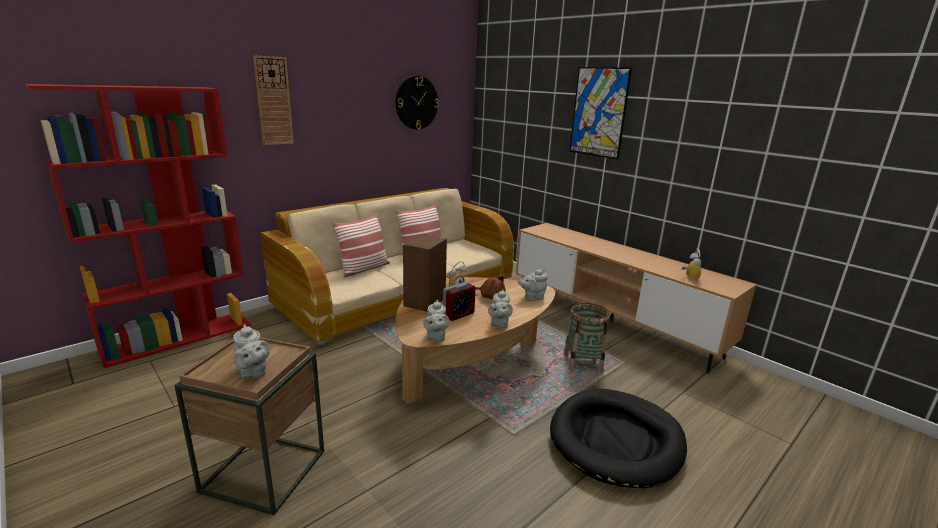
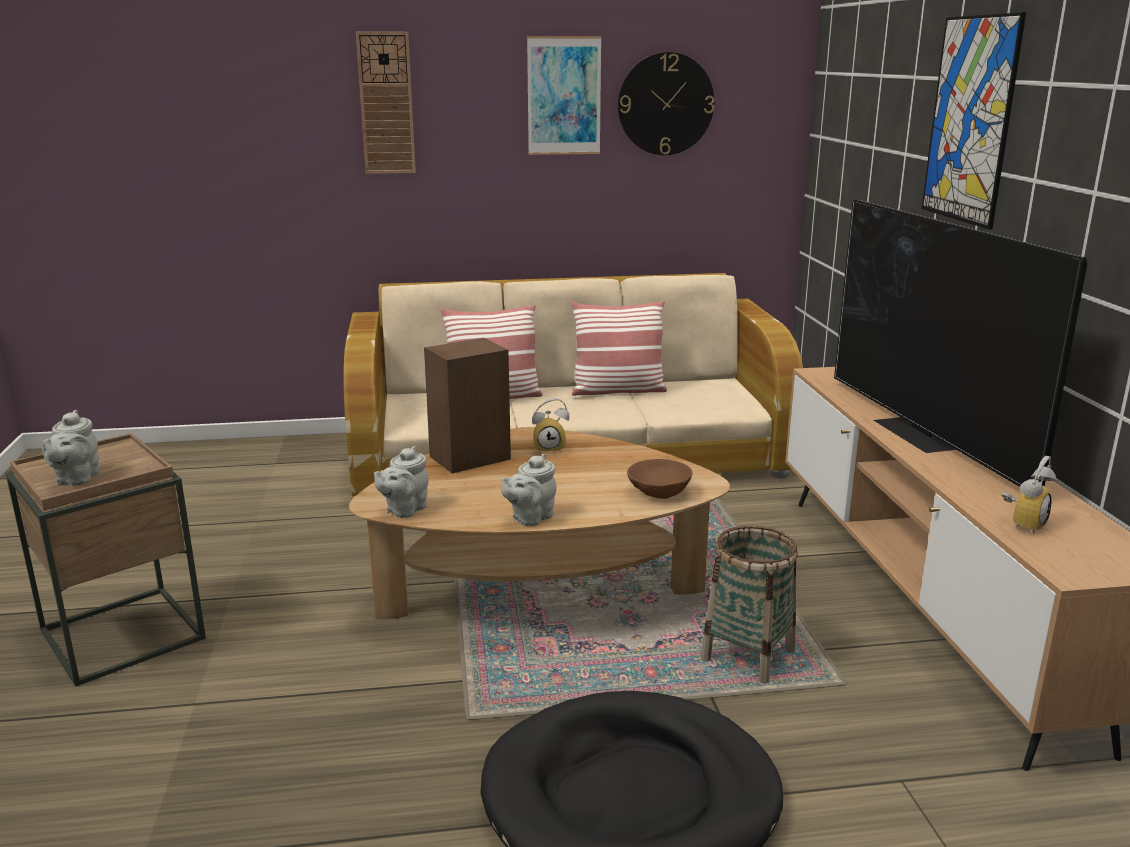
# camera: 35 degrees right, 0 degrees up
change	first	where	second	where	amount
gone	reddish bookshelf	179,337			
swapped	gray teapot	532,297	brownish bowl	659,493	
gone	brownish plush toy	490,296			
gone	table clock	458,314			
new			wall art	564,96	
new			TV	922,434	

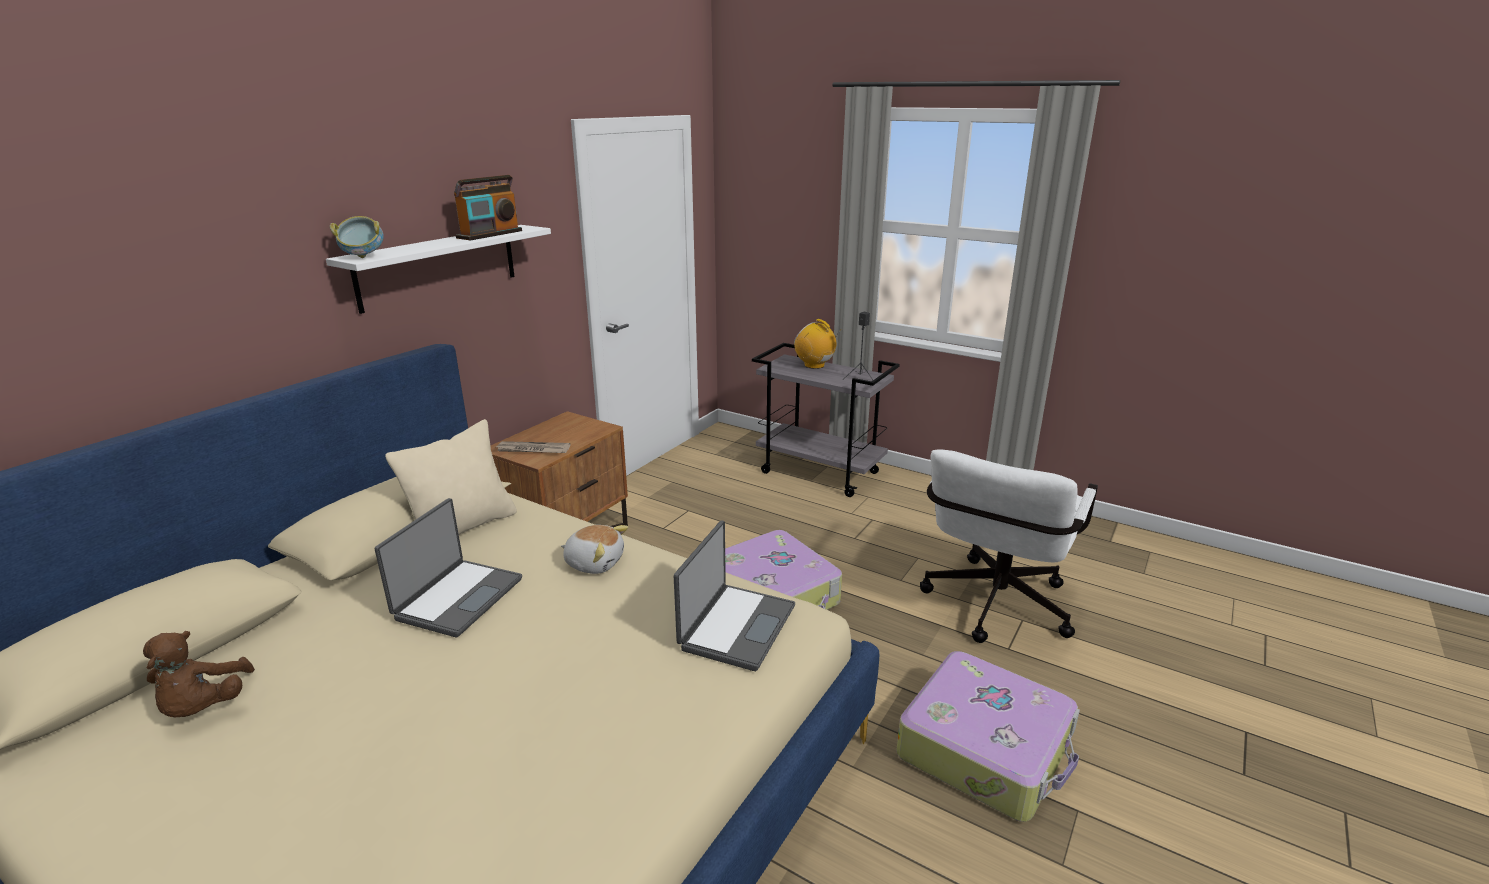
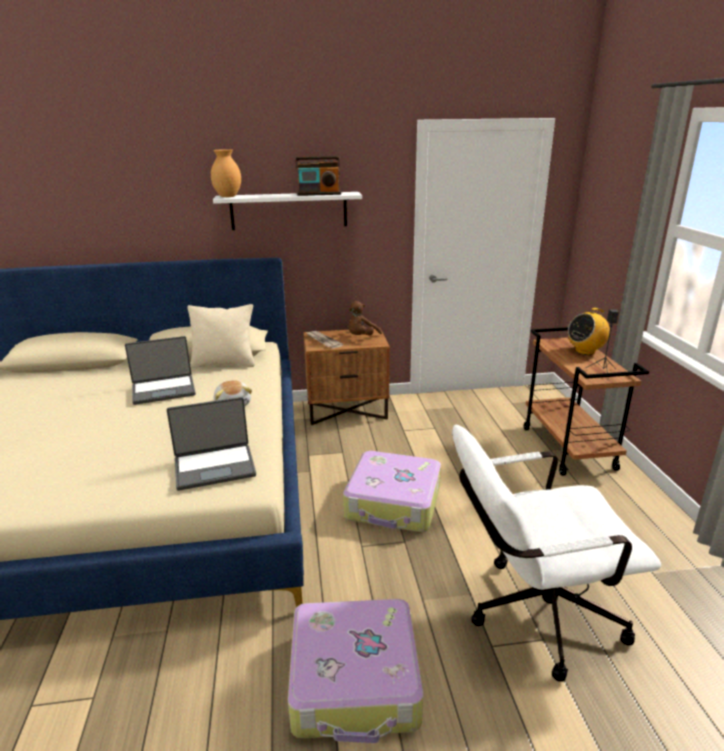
# camera: 50 degrees right, 0 degrees up
change	first	where	second	where	amount
swapped	bowl	363,257	brownish vase	227,196	
rotated	radio set	814,365		585,351	120 degrees counterclockwise
repainted	gray trolley	821,473	brownish trolley	569,449	
shifted	brownish plush toy	204,707		361,337	

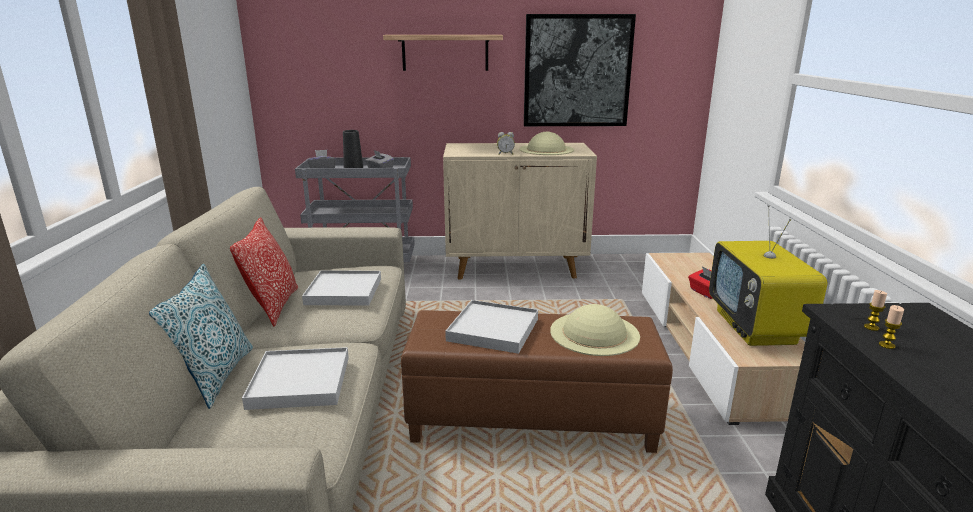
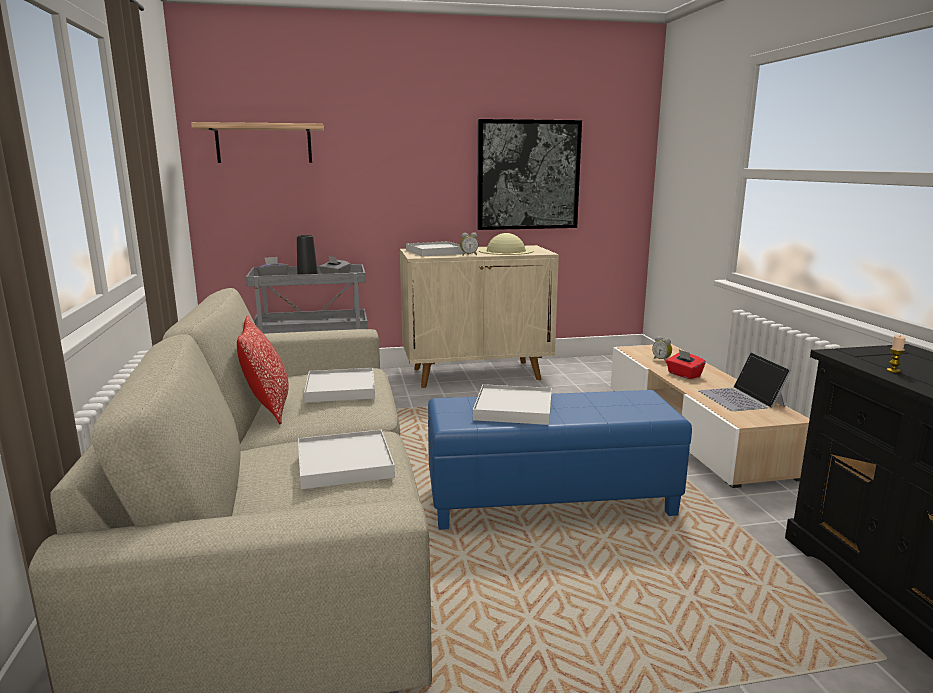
# camera: 10 degrees left, 5 degrees down
change	first	where	second	where	amount
shifted	bracket shelf	445,52		264,144	
swapped	TV	756,328	portable computer	741,398	
gone	cushion	216,376			
gone	candle	871,327			
gone	beige-coloured clothing hat	594,333			
repainted	brownish ottoman	532,420	blue-coloured ottoman	550,500	
new			whitish carrying tray	435,252	
new			table clock	662,360	

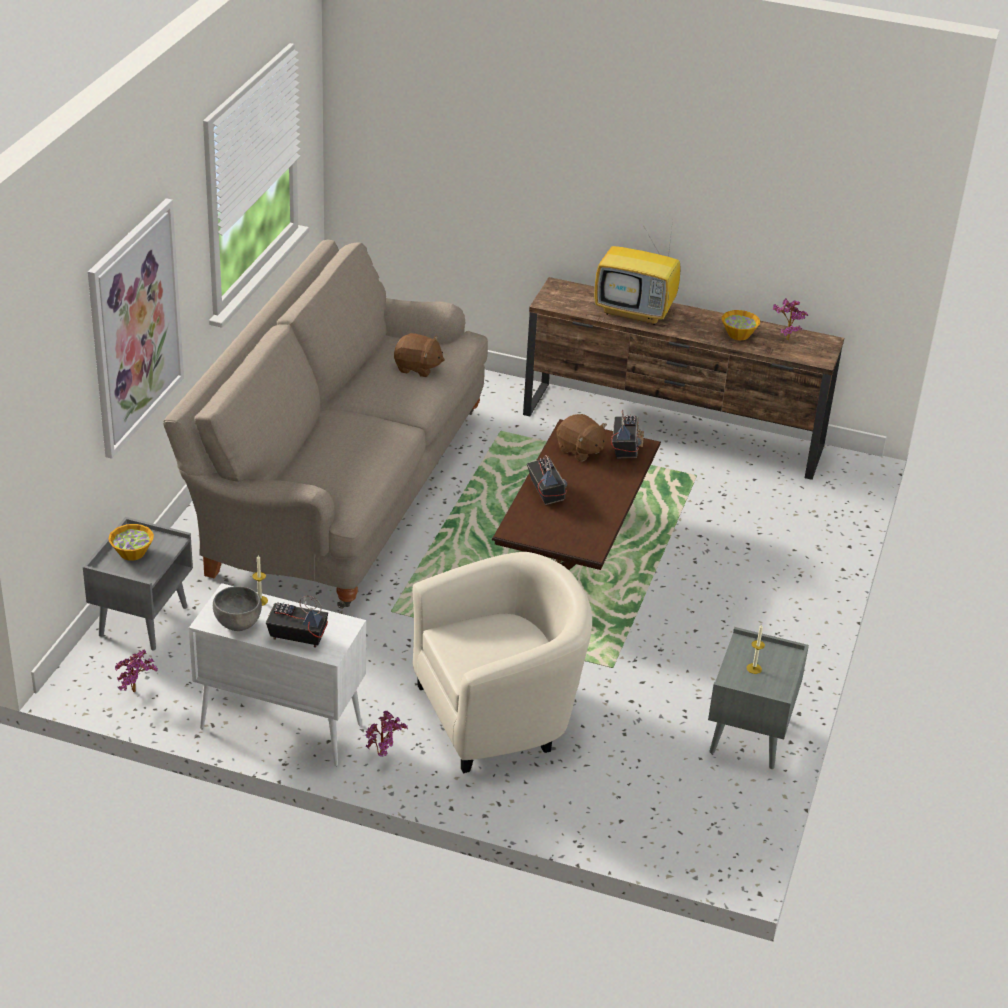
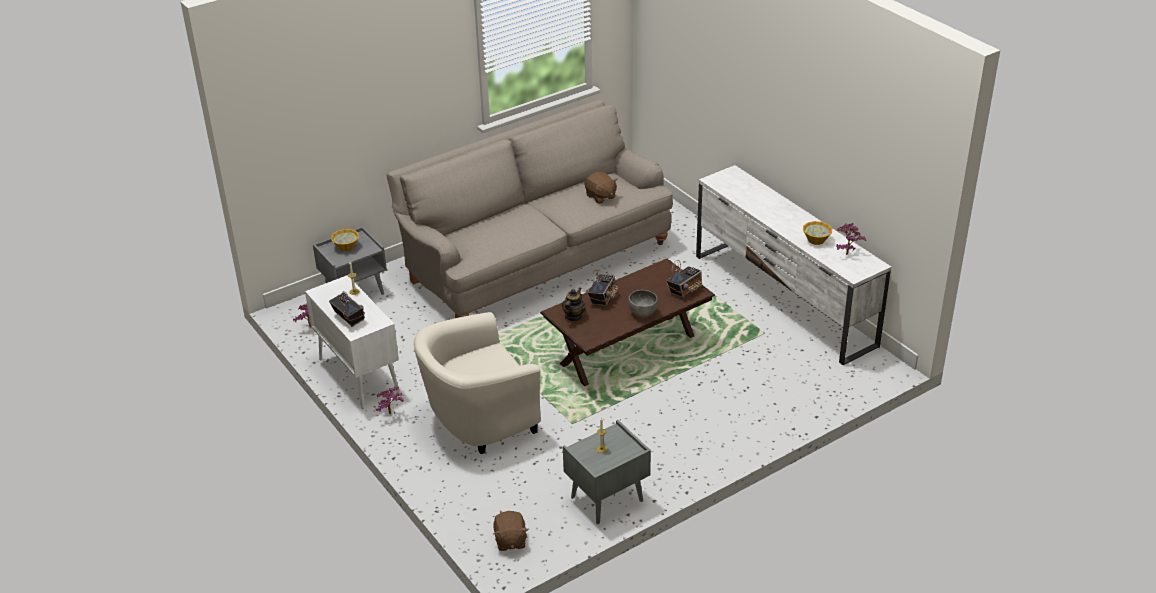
# camera: 40 degrees right, 0 degrees up
change	first	where	second	where	amount
gone	wall art	134,327			
gone	TV	636,312			
repainted	brownish media console	674,430	whitish media console	784,300	
shifted	brownish plush toy	580,450		510,541	
rotated	beige-coloured lounge chair	500,714		477,421	135 degrees clockwise
shifted	gray bowl	238,624		643,314	
new			teapot	573,316	

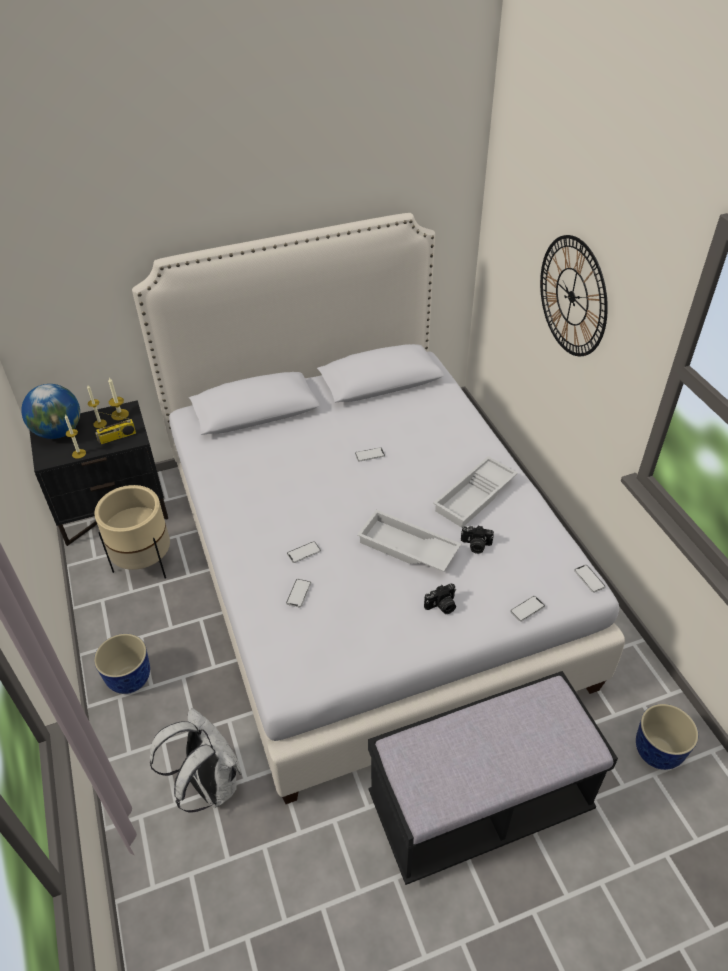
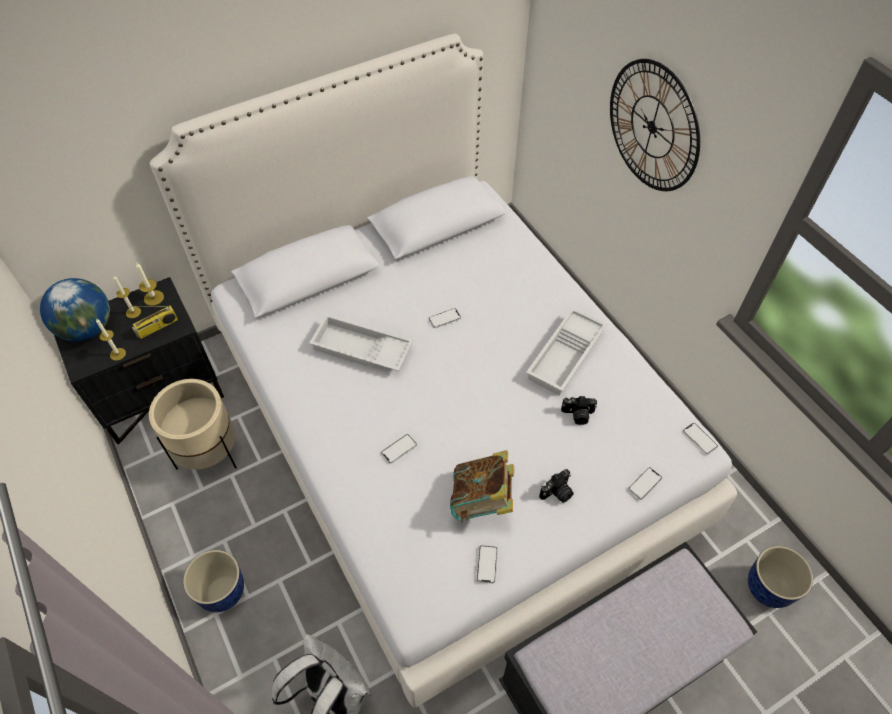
# camera: 10 degrees left, 10 degrees up
change	first	where	second	where	amount
shifted	whitish carrying tray	406,548		360,350	
shifted	handset	298,593		487,564	
new			volume	482,500	

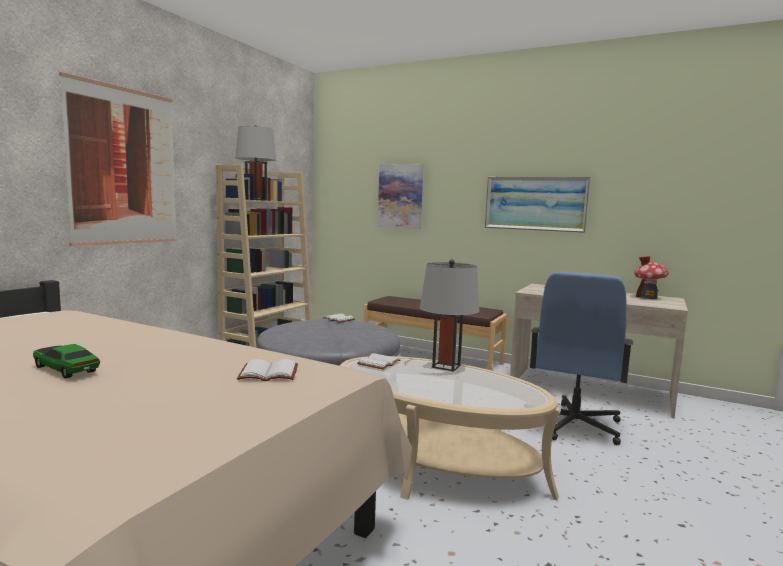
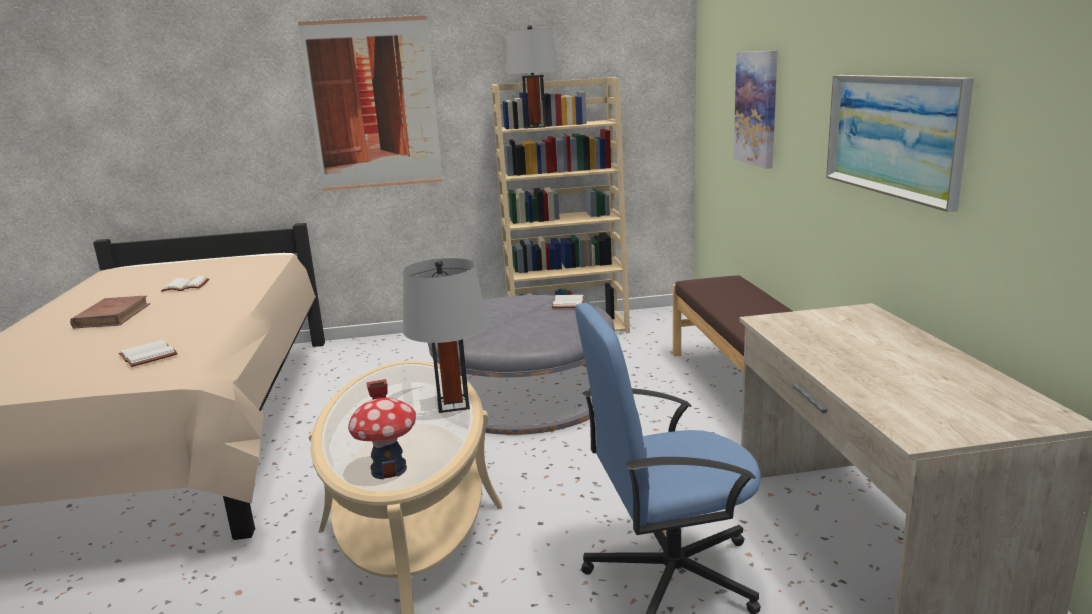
# camera: 55 degrees right, 10 degrees up
change	first	where	second	where	amount
shifted	model house	648,297		389,469	
swapped	miniature car	66,369	brownish volume	112,316	
shifted	whitish volume	379,363		185,287	

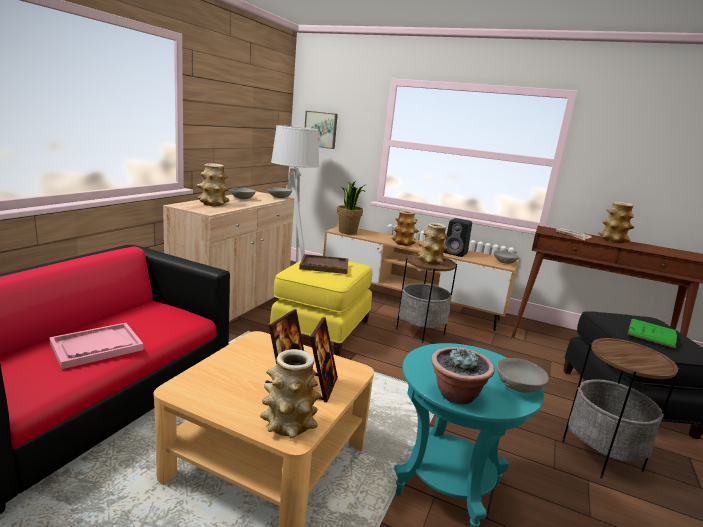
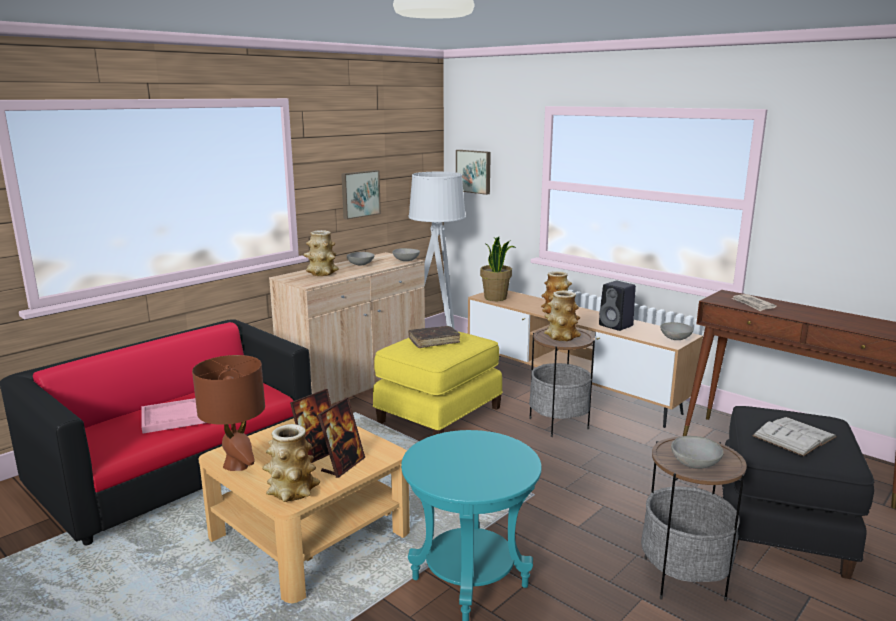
# camera: 20 degrees right, 0 degrees up
change	first	where	second	where	amount
gone	vase	612,240			
swapped	brownish carrying tray	324,265	brownish volume	434,341	
repainted	green-coloured volume	652,333	whitish volume	794,436	
gone	houseplant	456,395			
shifted	gray bowl	519,387		695,464	
new			wall art	359,194	
new			brownish lamp for a table	237,465	

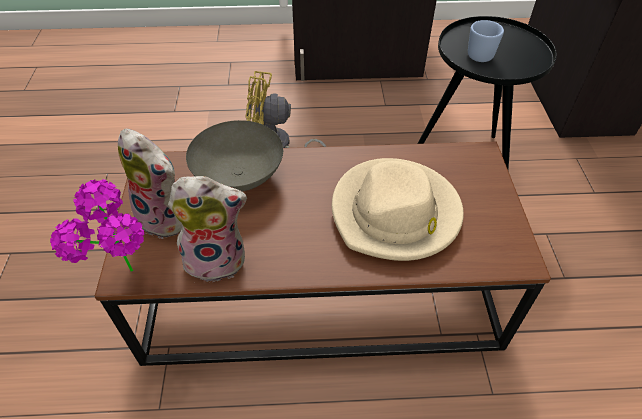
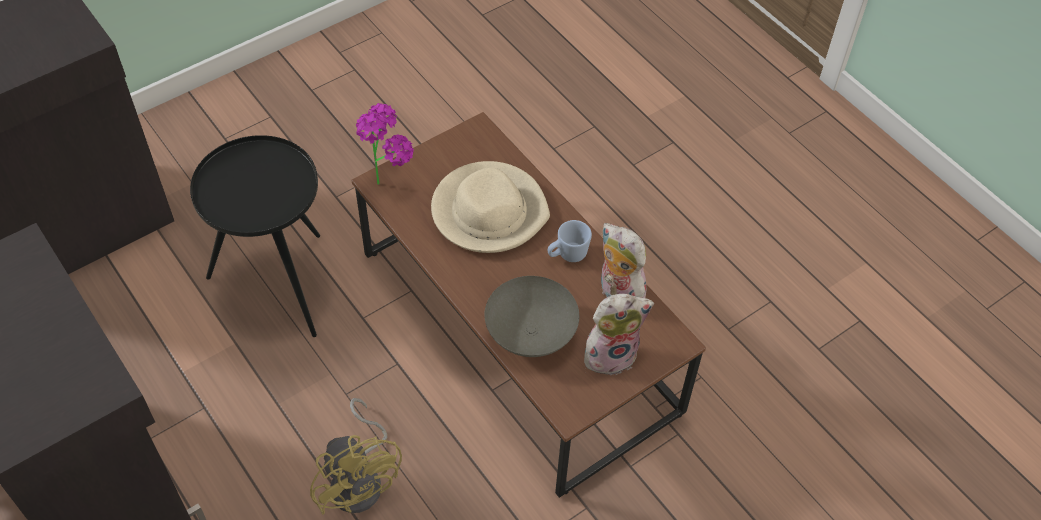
# camera: 125 degrees left, 5 degrees up
change	first	where	second	where	amount
shifted	blue-coloured mug	479,53		567,255	
rotated	plush toy	166,218		611,354	75 degrees clockwise
shifted	houseplant	129,284		388,178	

